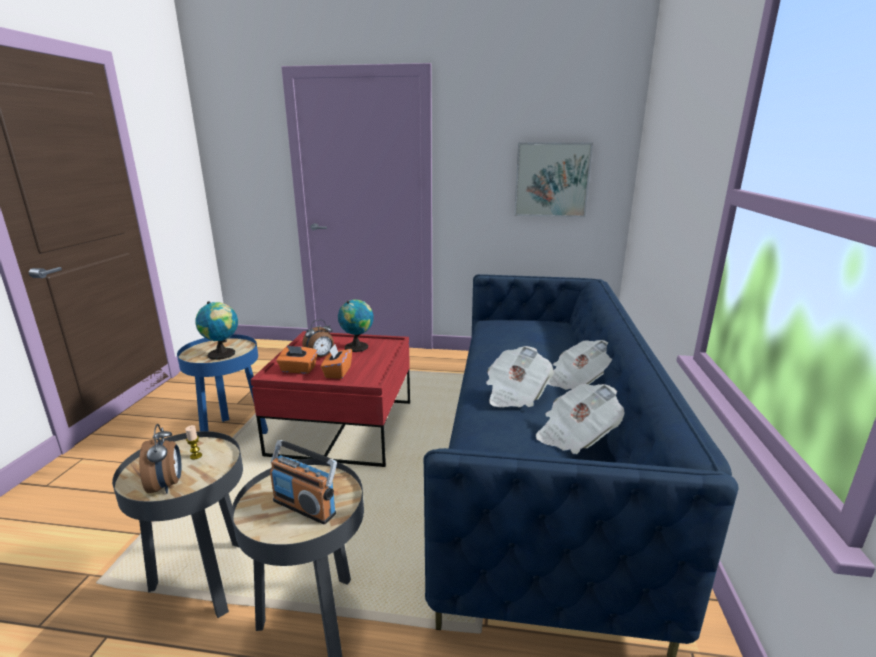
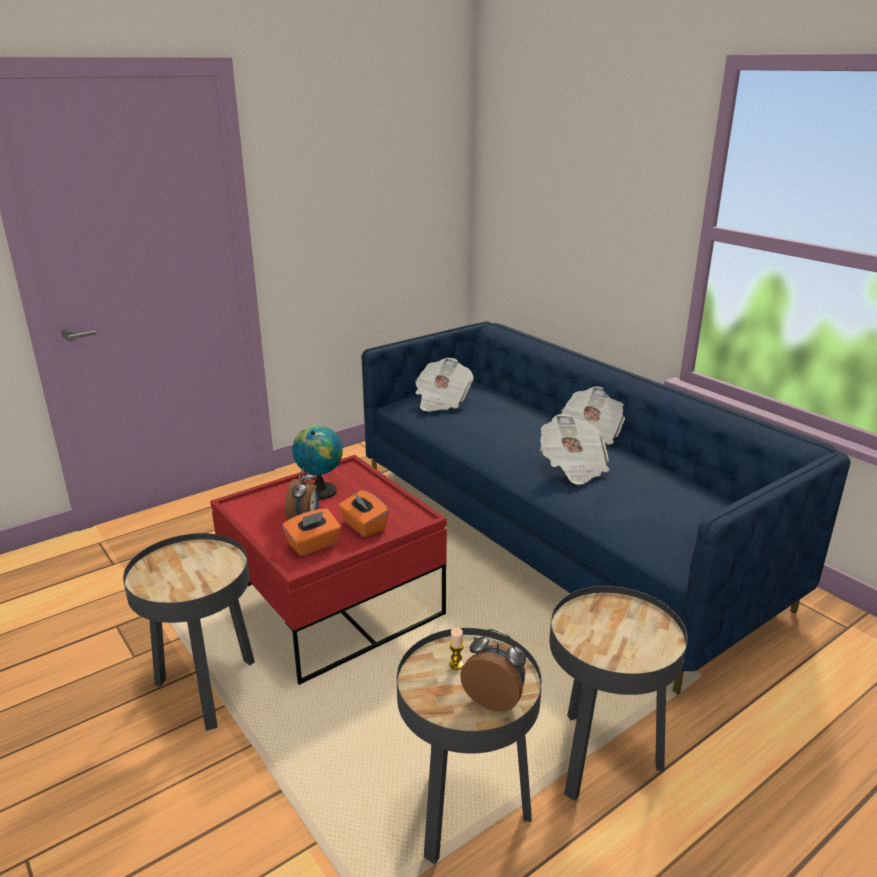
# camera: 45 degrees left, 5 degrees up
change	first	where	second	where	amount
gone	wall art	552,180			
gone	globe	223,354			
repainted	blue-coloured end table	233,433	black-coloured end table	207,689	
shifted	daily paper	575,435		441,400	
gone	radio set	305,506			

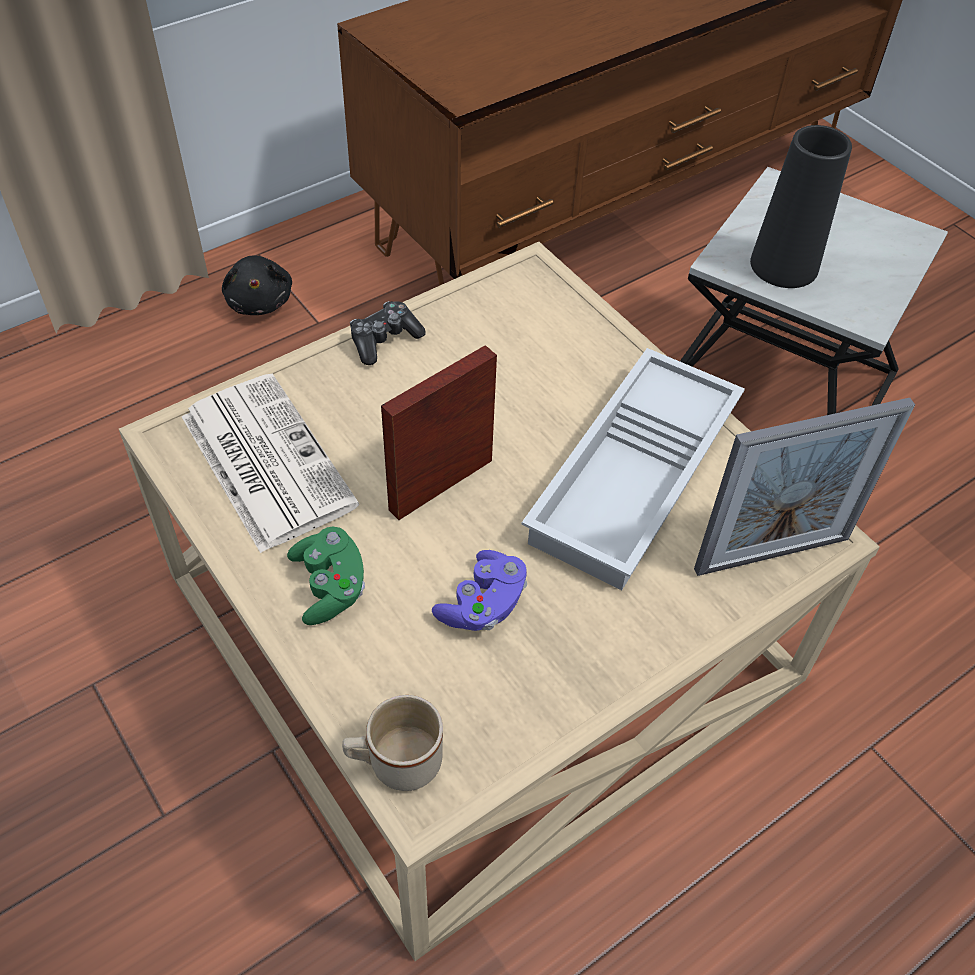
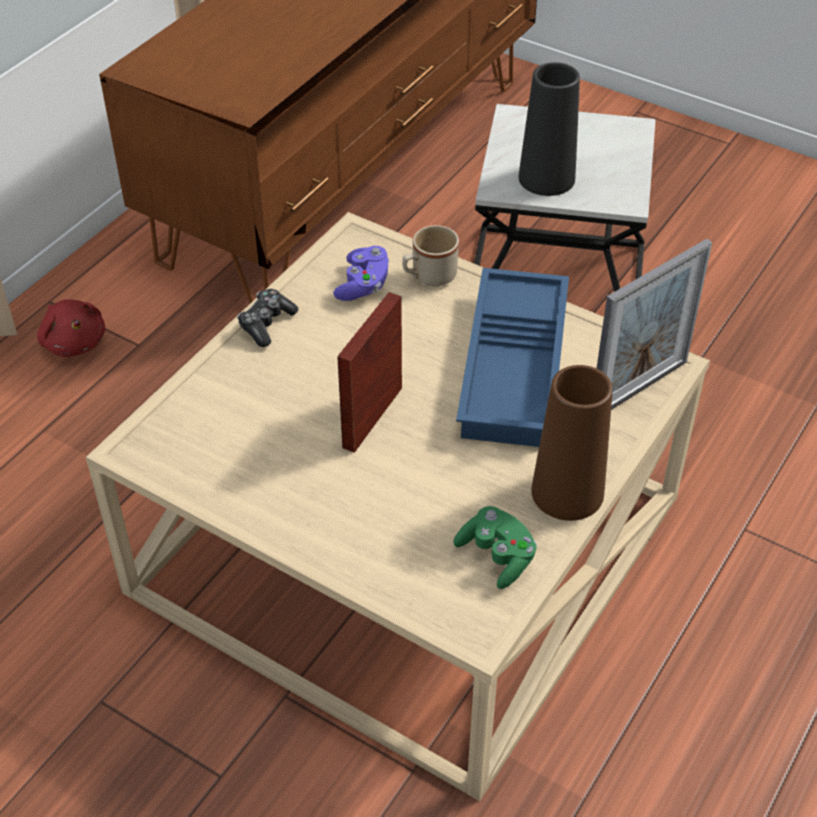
# camera: 20 degrees left, 5 degrees down
change	first	where	second	where	amount
repainted	black-coloured plush toy	260,301	reddish plush toy	74,342	
repainted	whitish carrying tray	636,479	blue-coloured carrying tray	517,368	
gone	daily paper	264,460			
shifted	green-coloured game controller	330,586		497,556	
shifted	purplish game controller	483,605		363,285	
shifted	beige-coloured mug	395,762		428,277	
new			brownish vase	567,492	

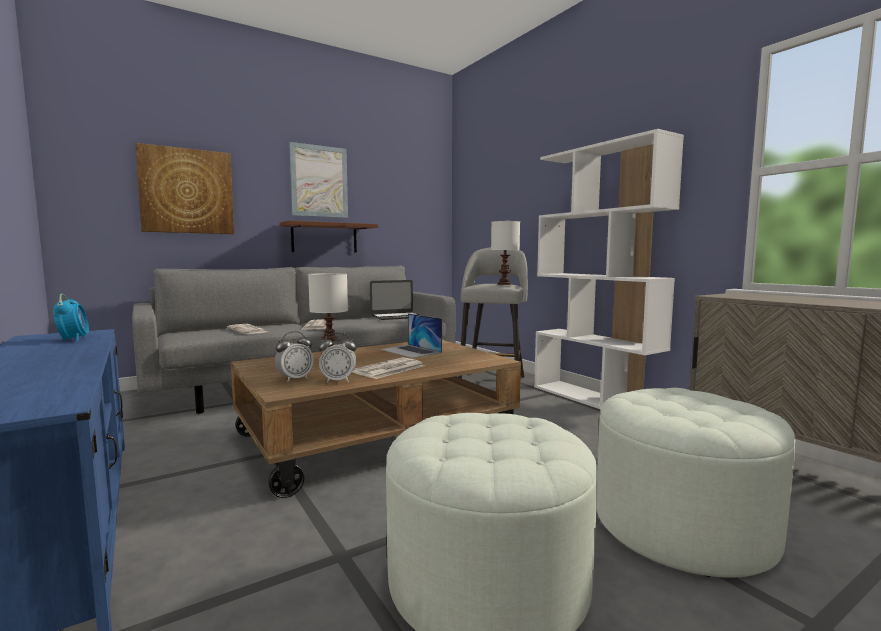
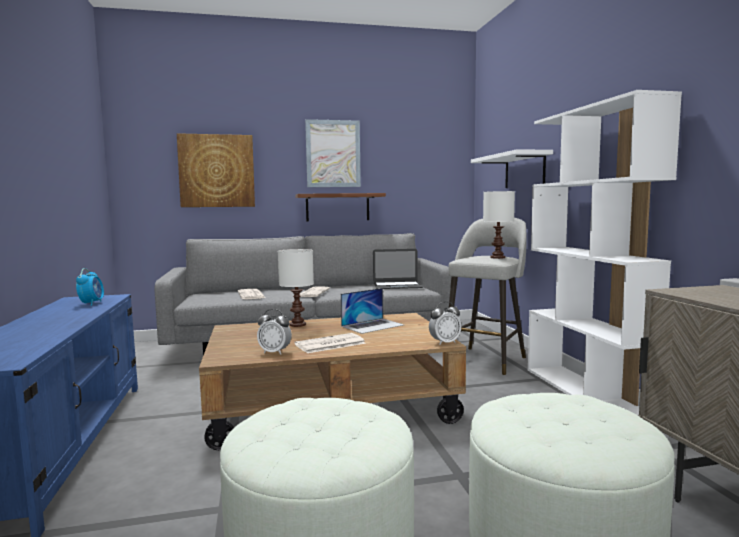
# camera: 20 degrees right, 0 degrees up
change	first	where	second	where	amount
rotated	portable computer	411,351		372,325	105 degrees counterclockwise
shifted	table clock	295,379		444,343	
new			whitish bracket shelf	524,171	

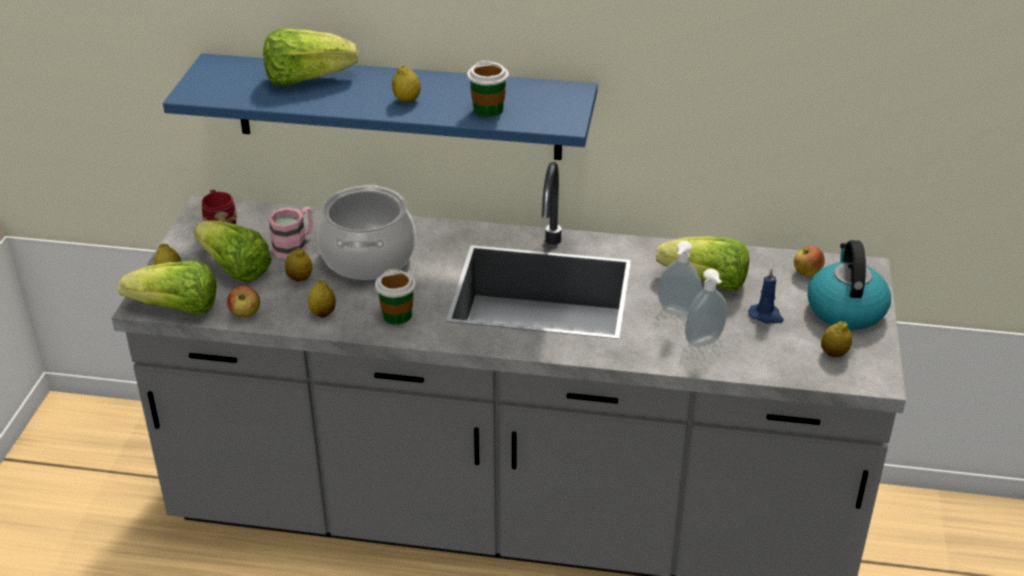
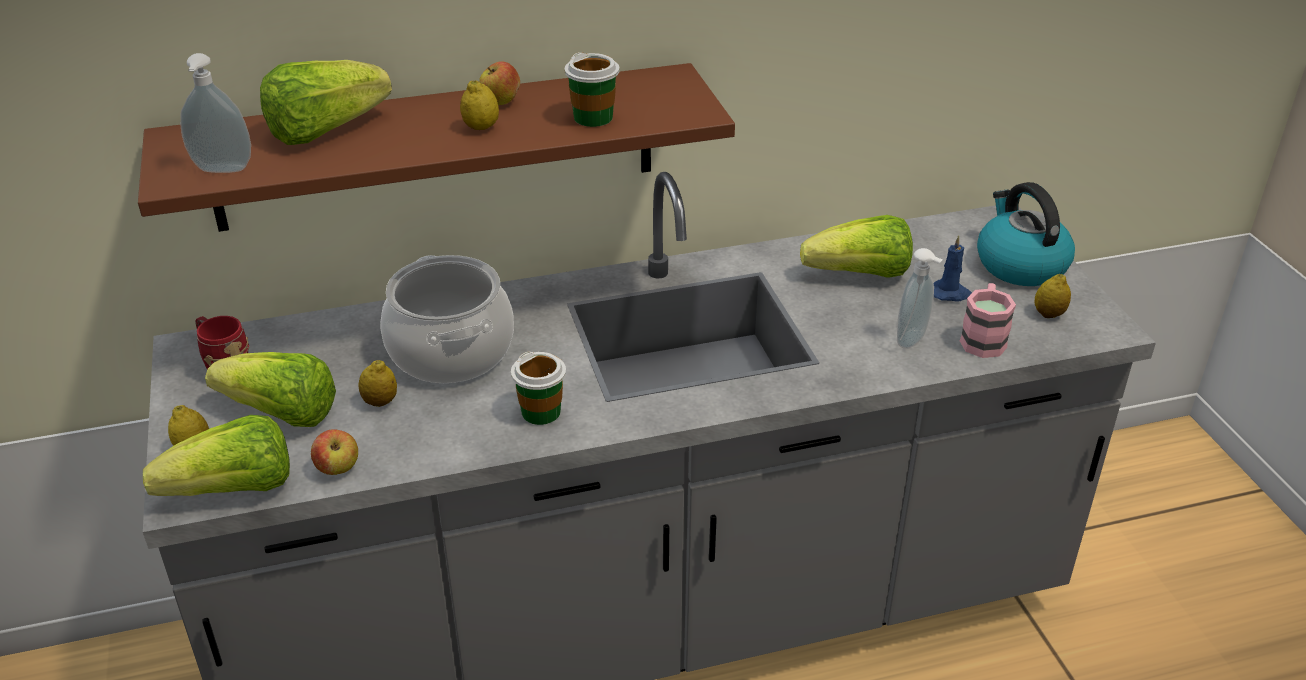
# camera: 25 degrees left, 0 degrees up
change	first	where	second	where	amount
repainted	blue-coloured bracket shelf	397,107	brownish bracket shelf	436,147	
shifted	pink mug	295,246		983,338	
shifted	liquid soap bottle	677,313		222,170	
shifted	apple	807,273		501,102	
gone	lemon	323,313			

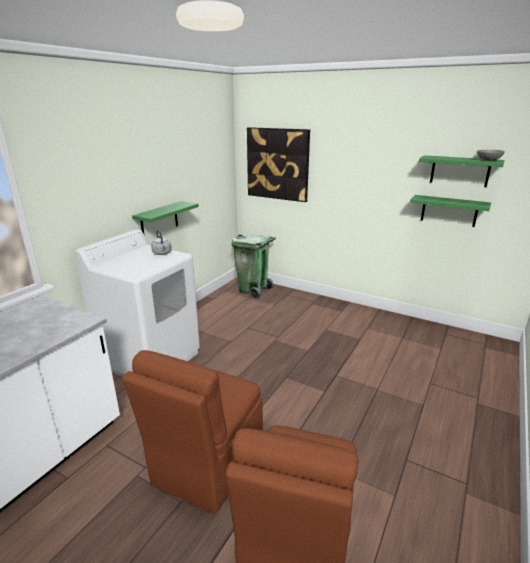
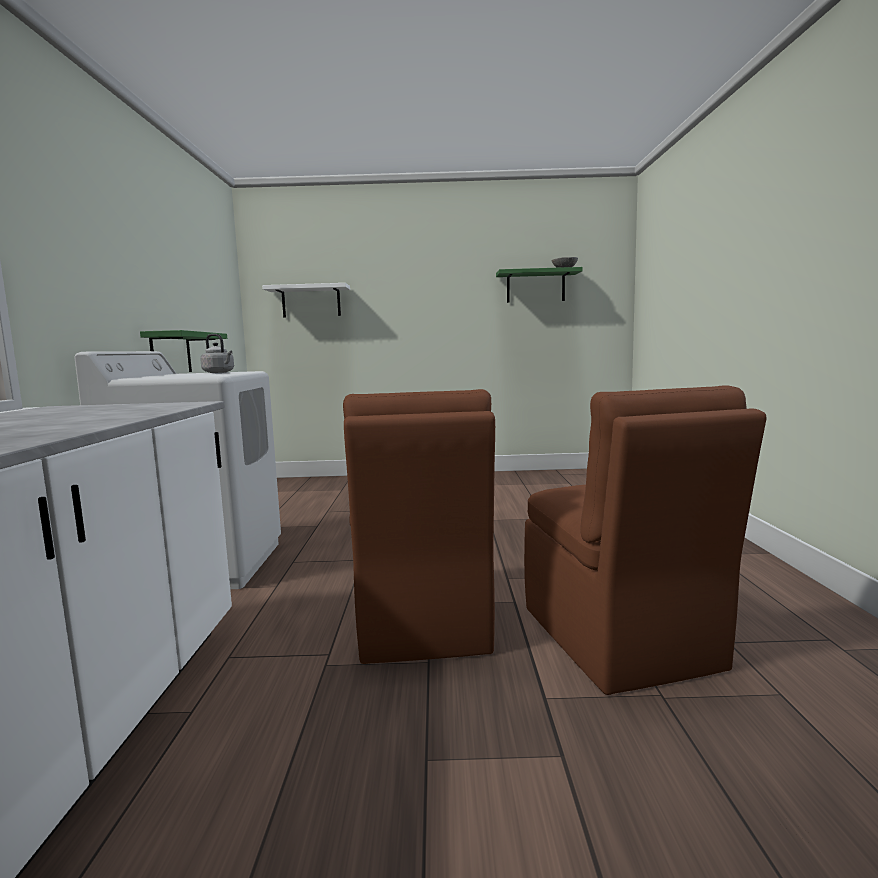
# camera: 30 degrees left, 15 degrees down
change	first	where	second	where	amount
swapped	wall art	277,164	whitish bracket shelf	311,301	
gone	green-coloured bracket shelf	449,211			
gone	green-coloured rubbish bin	253,291			

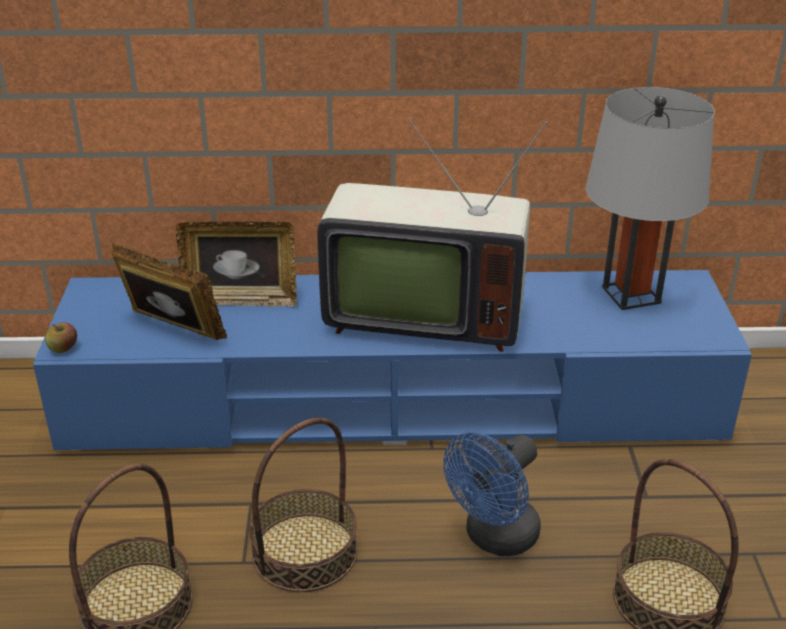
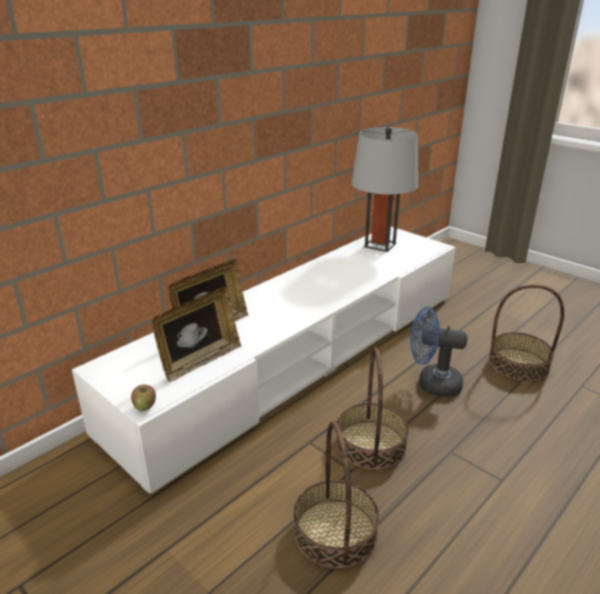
# camera: 45 degrees left, 5 degrees down
change	first	where	second	where	amount
gone	TV	422,316			
rotated	photo frame	172,331		200,361	150 degrees clockwise
repainted	blue-coloured media console	394,402	whitish media console	300,356	
rotated	blue-coloured fan	494,538		432,383	105 degrees clockwise

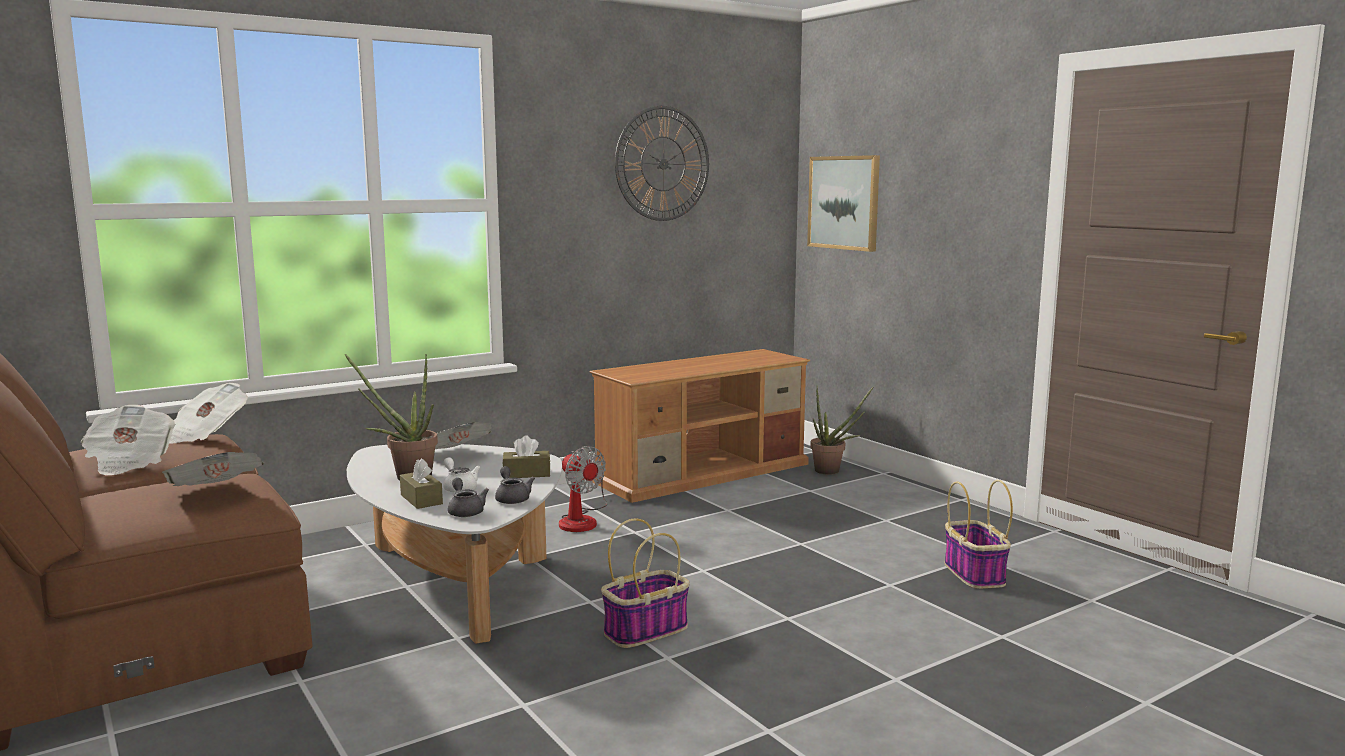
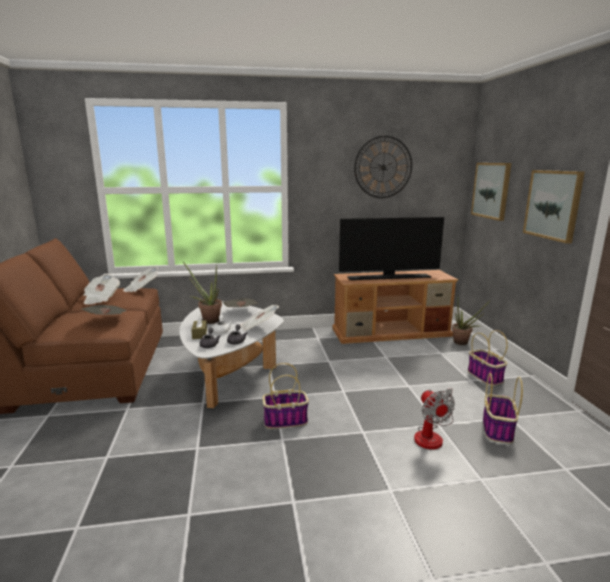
# camera: 25 degrees right, 5 degrees up
change	first	where	second	where	amount
swapped	brownish tissue box	526,474	daily paper	258,327	
shifted	fan	582,520		432,435	
new			wall art	553,204	
new			TV	389,277	
new			basket	485,376	

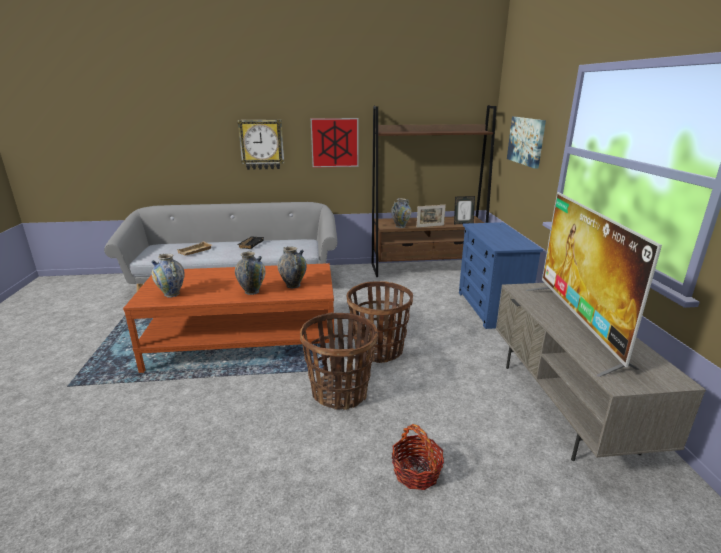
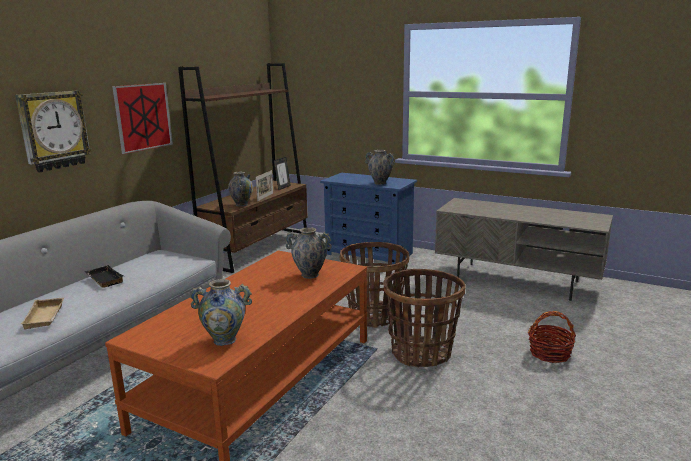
# camera: 55 degrees left, 5 degrees down
change	first	where	second	where	amount
gone	wall art	526,141			
gone	TV	577,325			
shifted	vase	252,291		380,183	

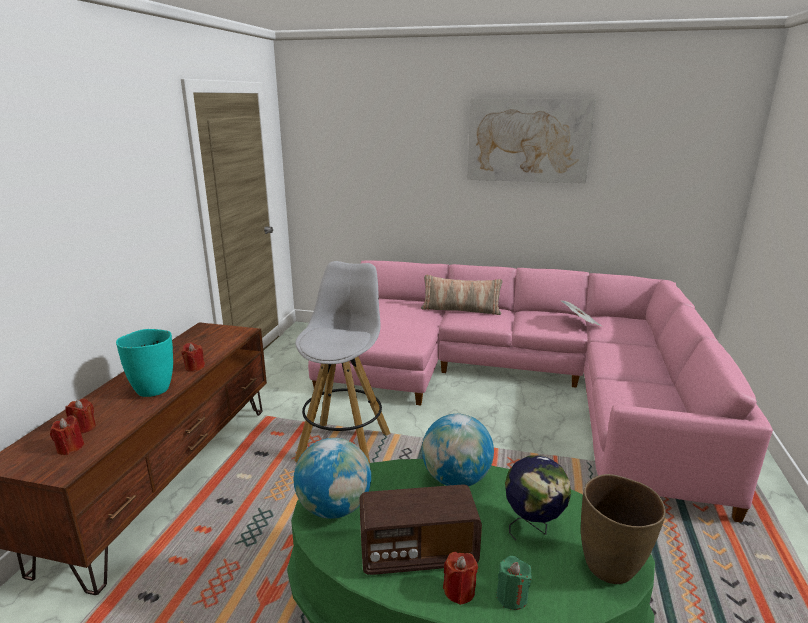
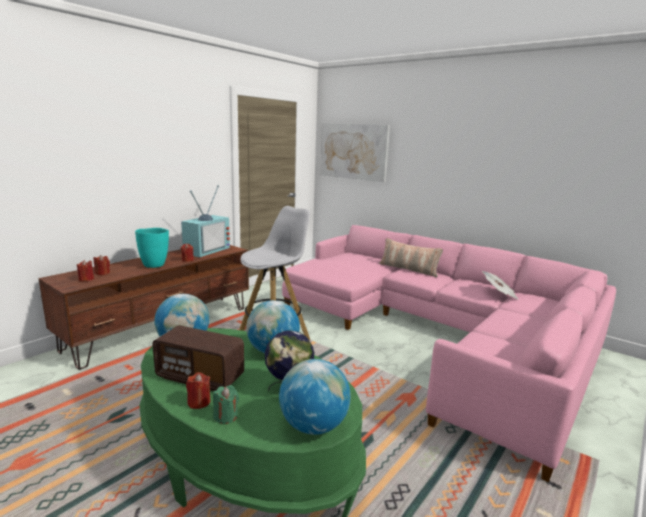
# camera: 25 degrees right, 5 degrees down
change	first	where	second	where	amount
shifted	wall art	528,140		353,151	
swapped	brownish vase	611,567	globe	313,426	
new			TV	205,250	

